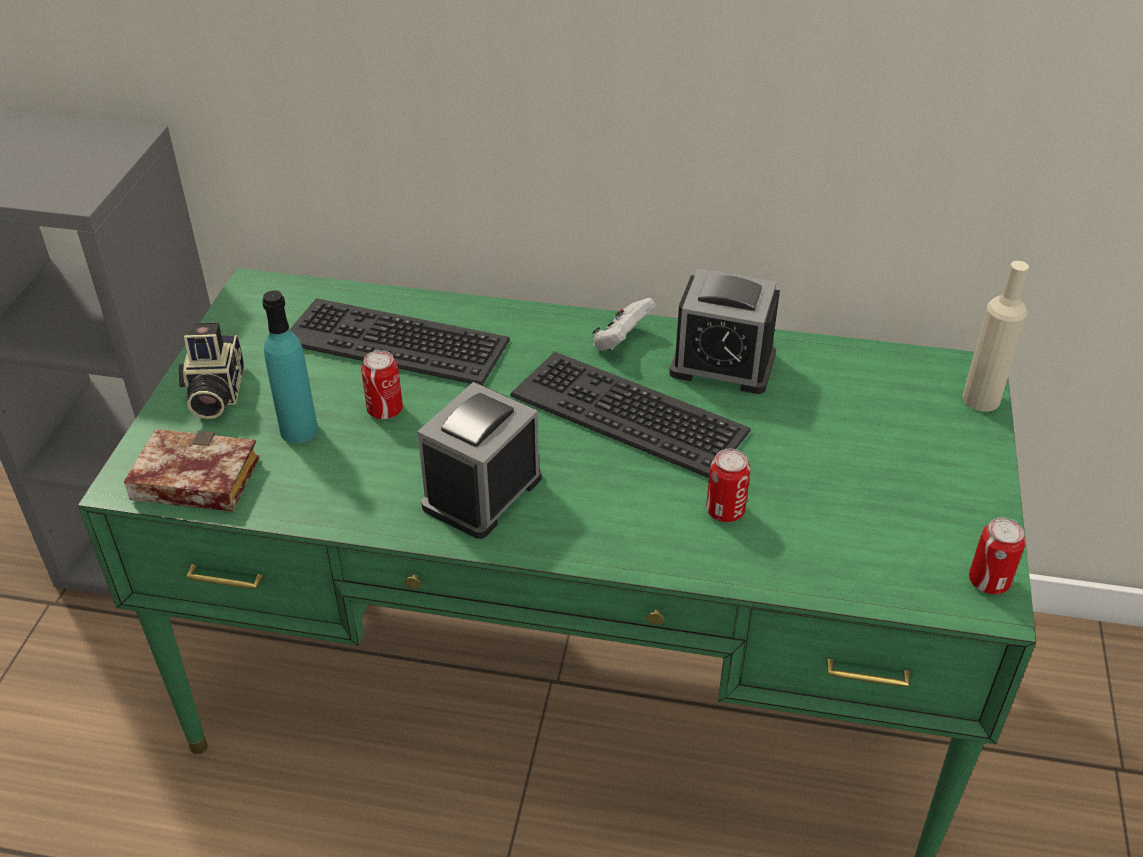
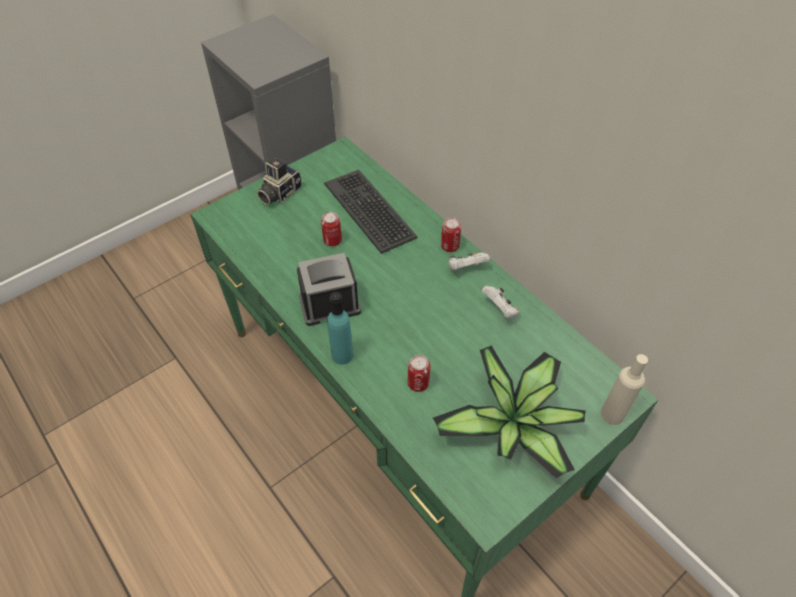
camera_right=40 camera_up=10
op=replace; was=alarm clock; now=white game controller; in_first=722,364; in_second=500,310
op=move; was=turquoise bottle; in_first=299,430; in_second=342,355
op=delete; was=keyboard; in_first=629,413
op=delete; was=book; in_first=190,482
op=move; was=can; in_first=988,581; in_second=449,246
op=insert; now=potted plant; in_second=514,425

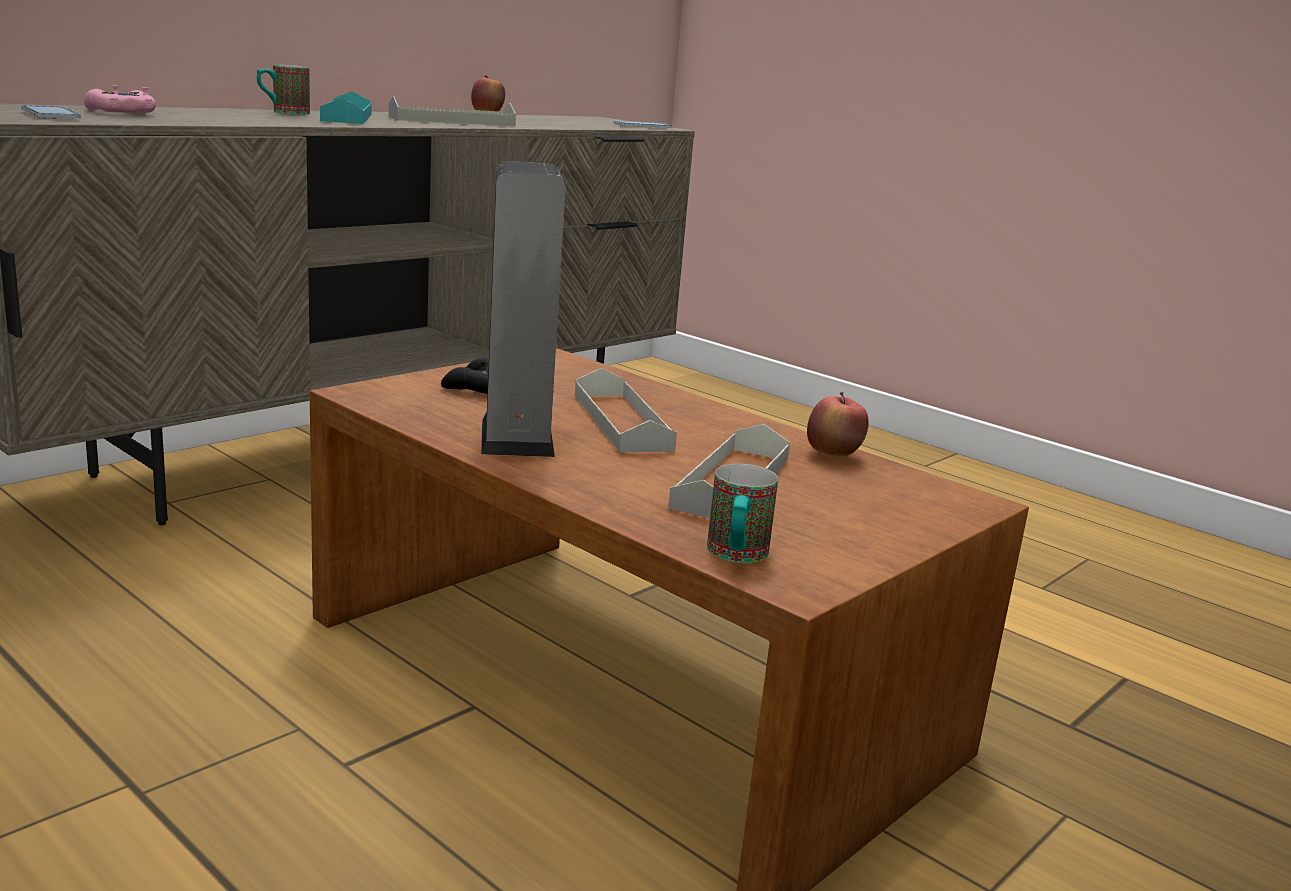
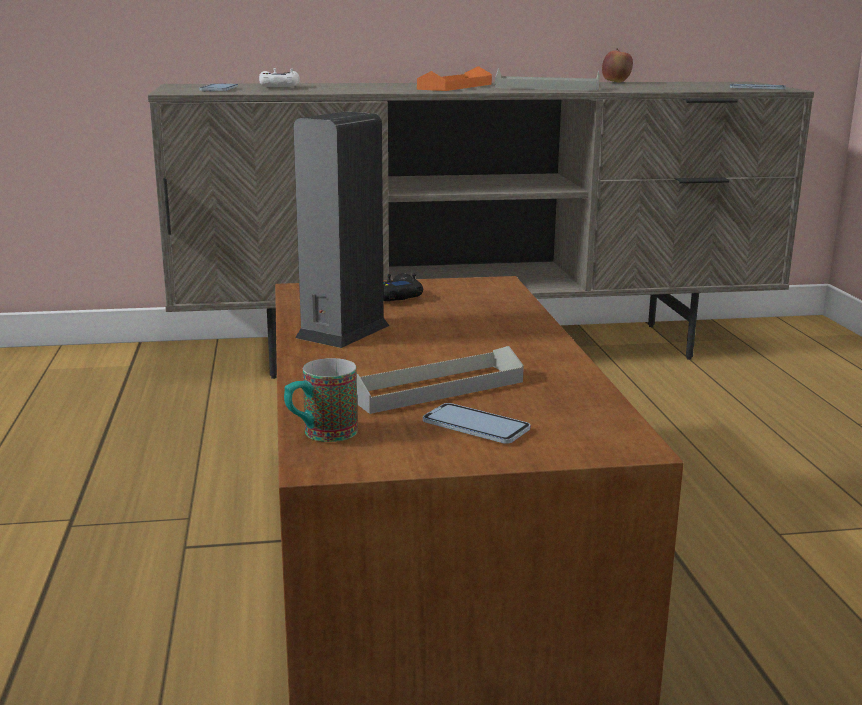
camera_right=40 camera_up=0
op=delete; was=mug; in_first=283,113
op=recolor; was=pink game controller; now=white game controller; in_first=120,112; in_second=279,87
op=recolor; was=turquoise tray; now=orange tray; in_first=347,117; in_second=455,86
op=delete; was=grey tray; in_first=621,421
op=delete; was=apple; in_first=833,455
op=insert; now=phone; in_second=476,426

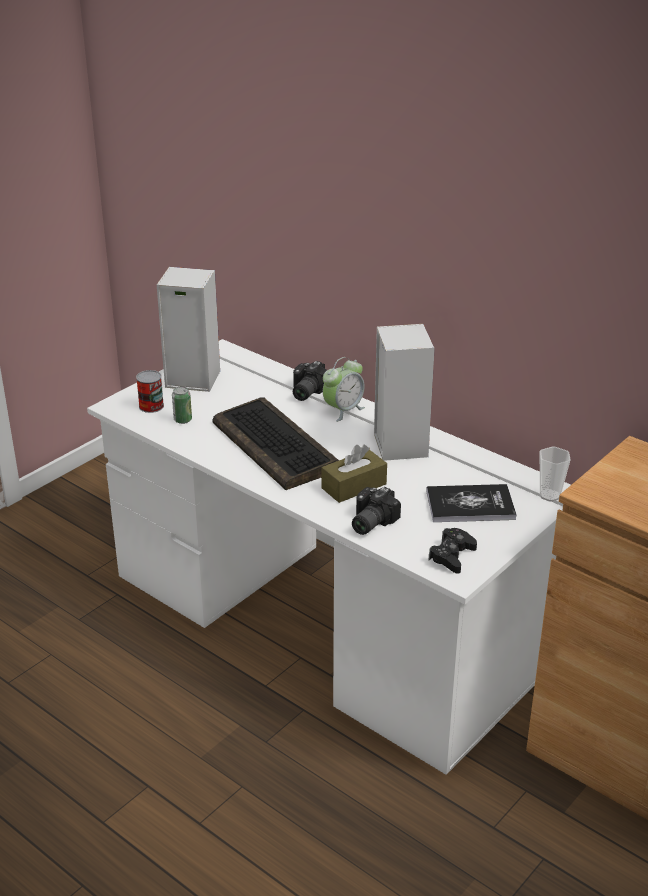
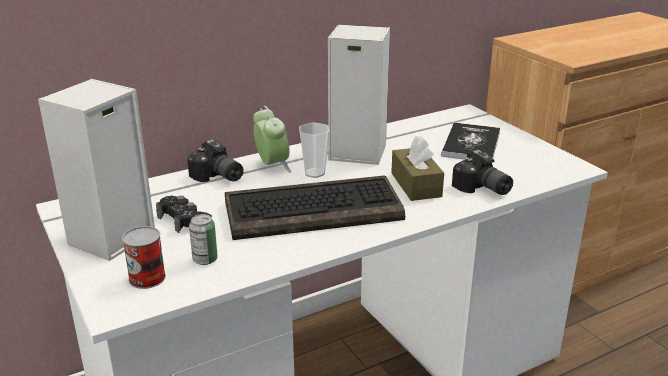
camera_right=-70 camera_up=-5
op=move; was=cup; in_first=549,495; in_second=314,173
op=move; was=black game controller; in_first=452,556; in_second=184,219

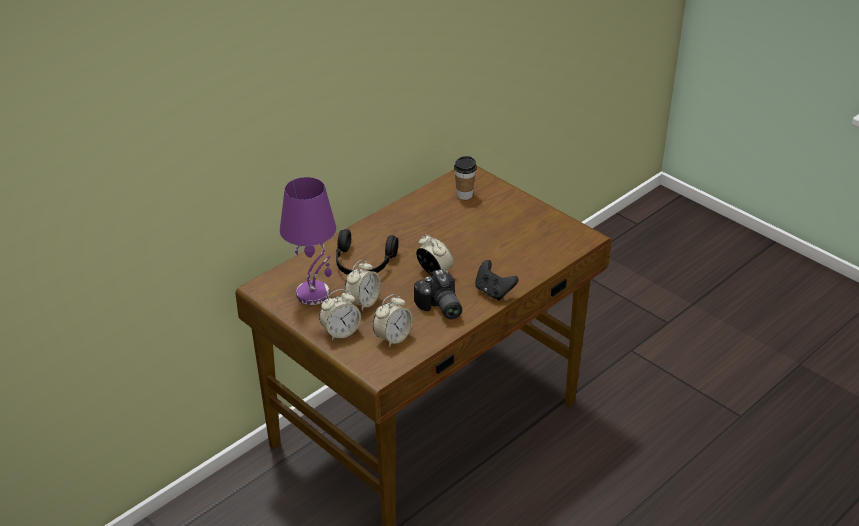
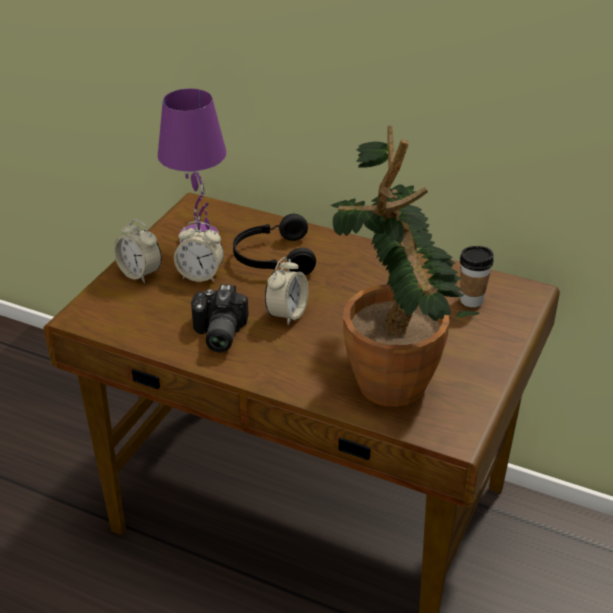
camera_right=70 camera_up=0
op=delete; was=black game controller; in_first=493,291
op=rotate; was=photo camera; in_first=439,308; in_second=217,334; clockwise=-45
op=delete; was=alarm clock; in_first=393,337
op=insert; now=potted plant; in_second=395,371

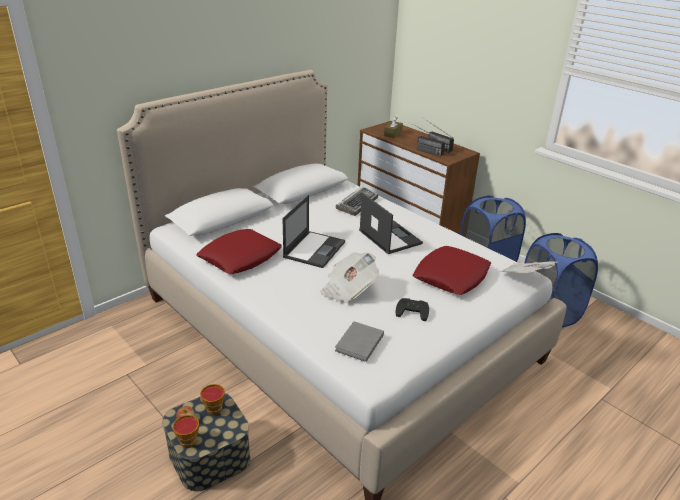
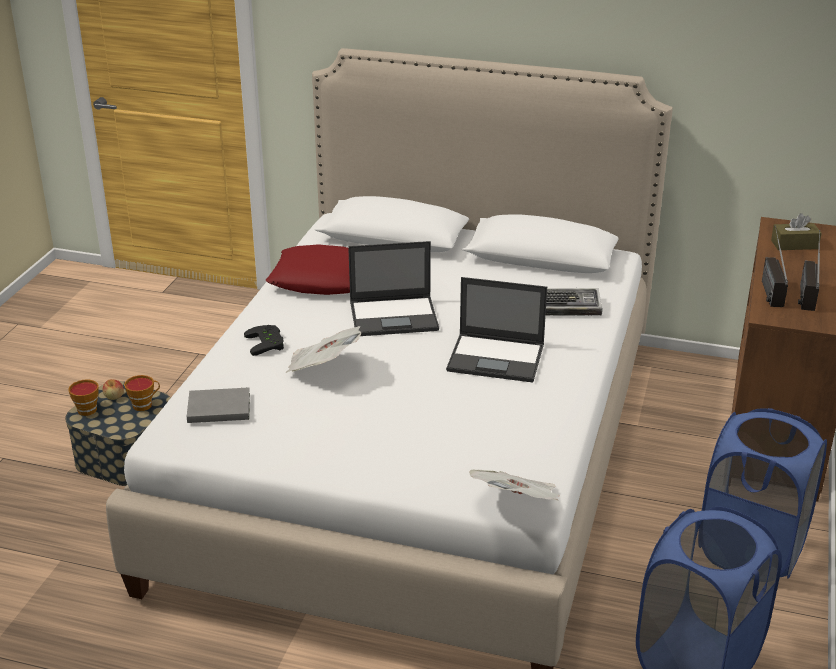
camera_right=60 camera_up=0
op=rotate; was=laptop; in_first=389,237; in_second=497,358; clockwise=75
op=delete; was=red pillow; in_first=451,276
op=move; was=black game controller; in_first=413,310; in_second=268,343

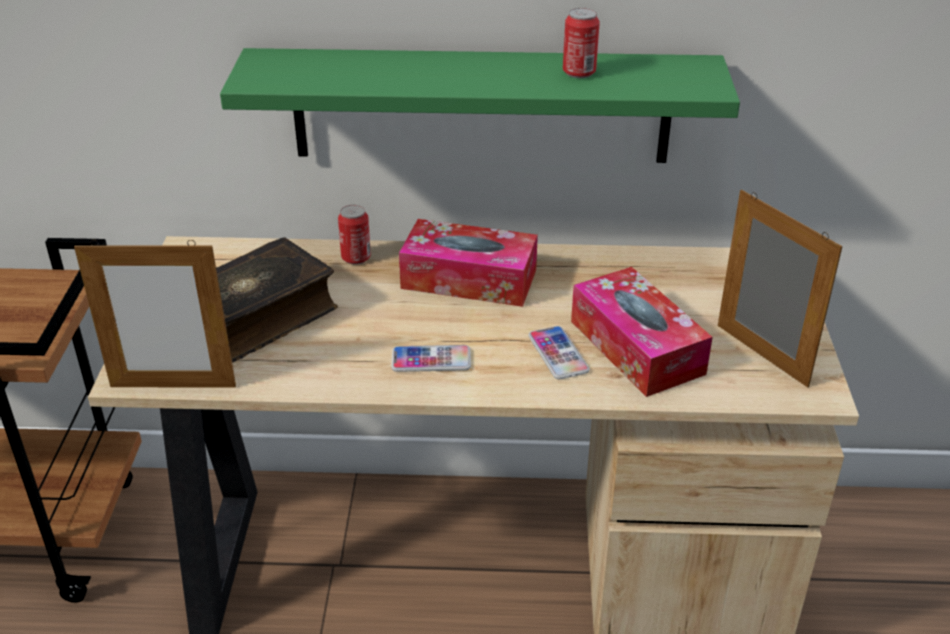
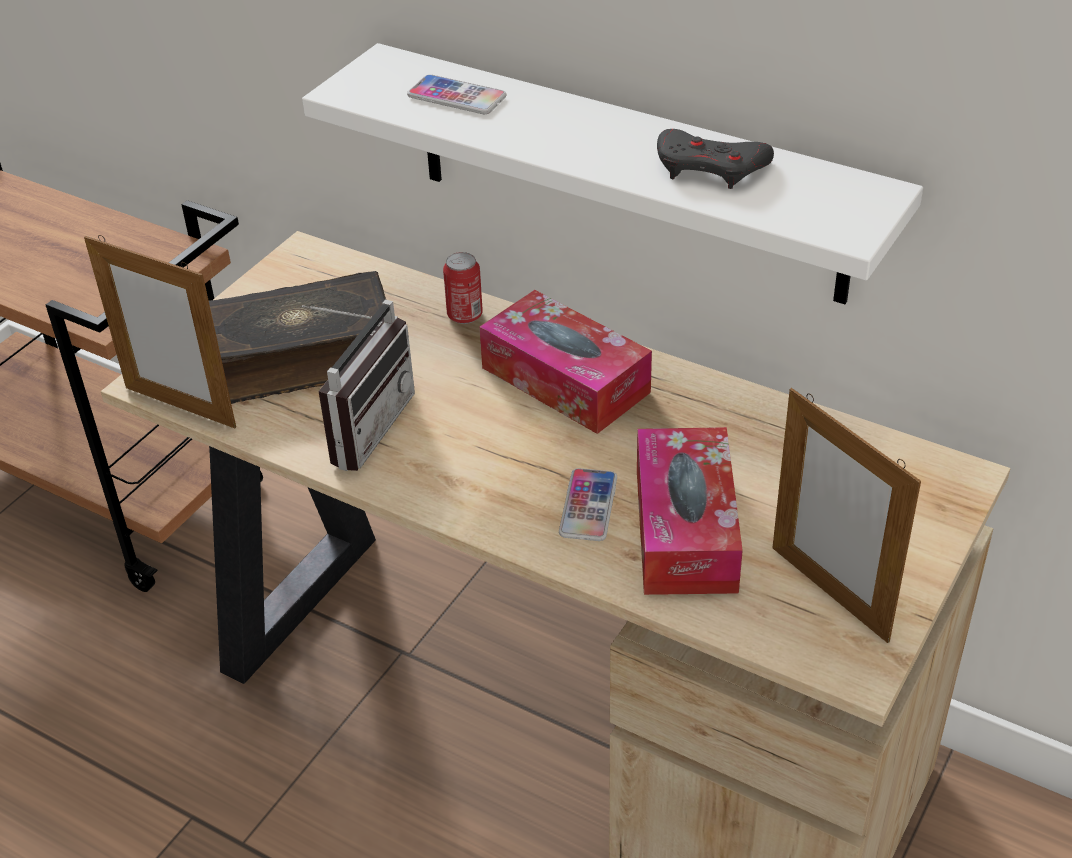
camera_right=30 camera_up=5
op=replace; was=can; now=grey game controller; in_first=579,72; in_second=710,167
op=recolor; was=green shelf; now=white shelf; in_first=481,106; in_second=627,173
op=rotate; was=picture frame; in_first=761,355; in_second=829,593; clockwise=150
op=move; was=phone; in_first=431,360; in_second=456,97
op=insert; now=radio; in_second=360,425

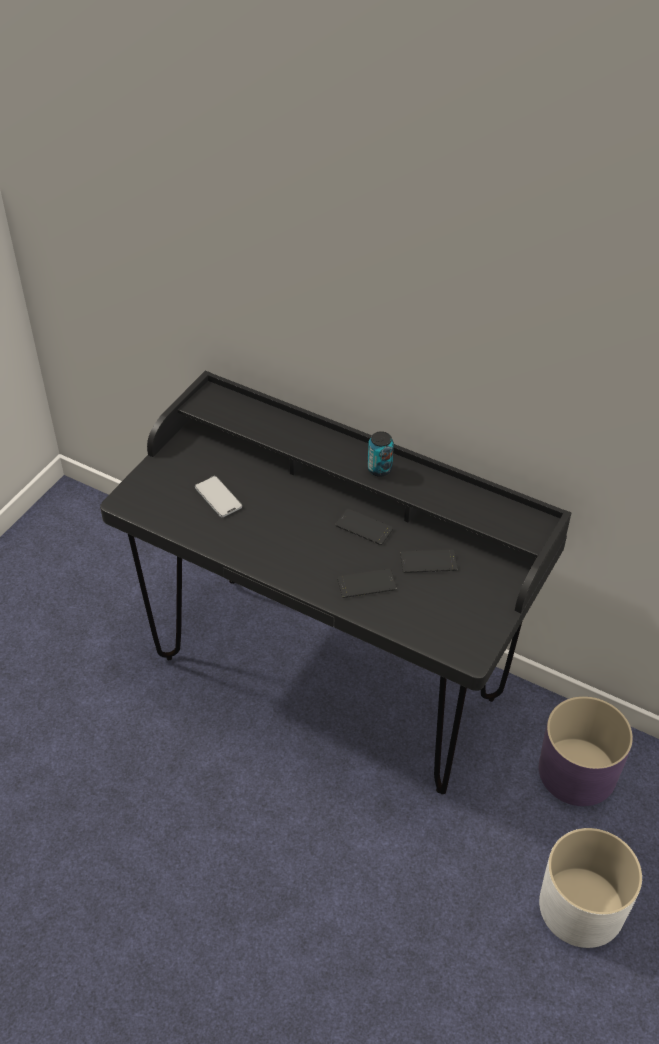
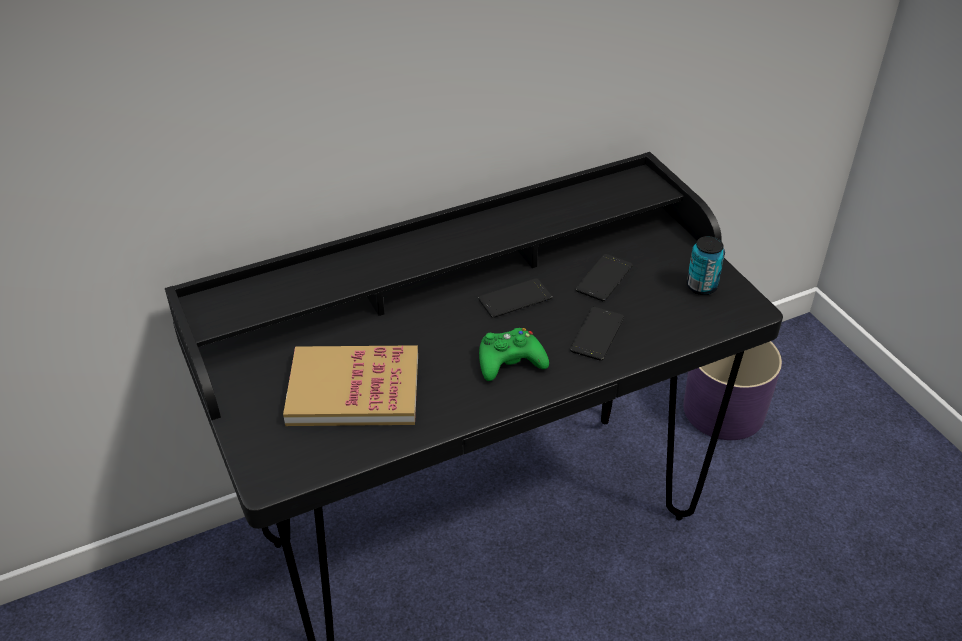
camera_right=-55 camera_up=-5
op=move; was=can; in_first=379,469; in_second=701,286
op=replace; was=phone; now=book; in_first=218,497; in_second=354,389
op=delete; was=white planter; in_first=582,907
op=insert; now=green game controller; in_second=510,361

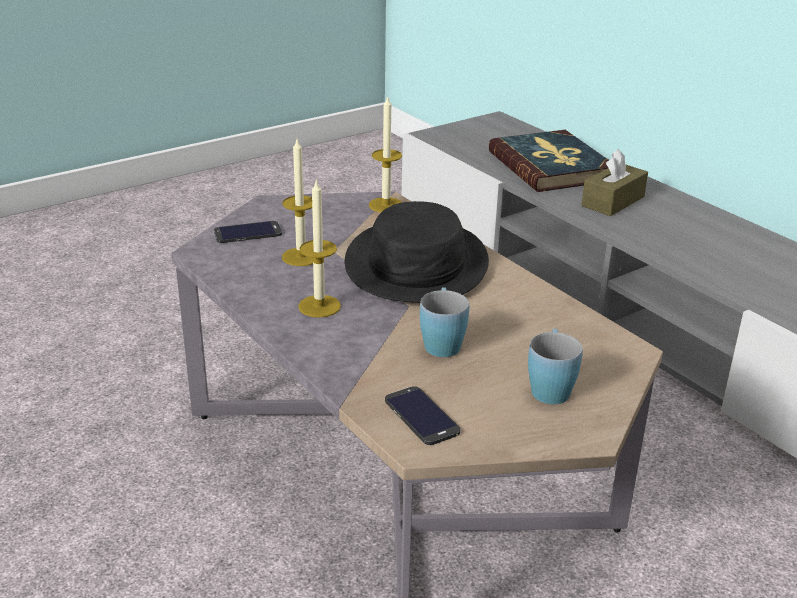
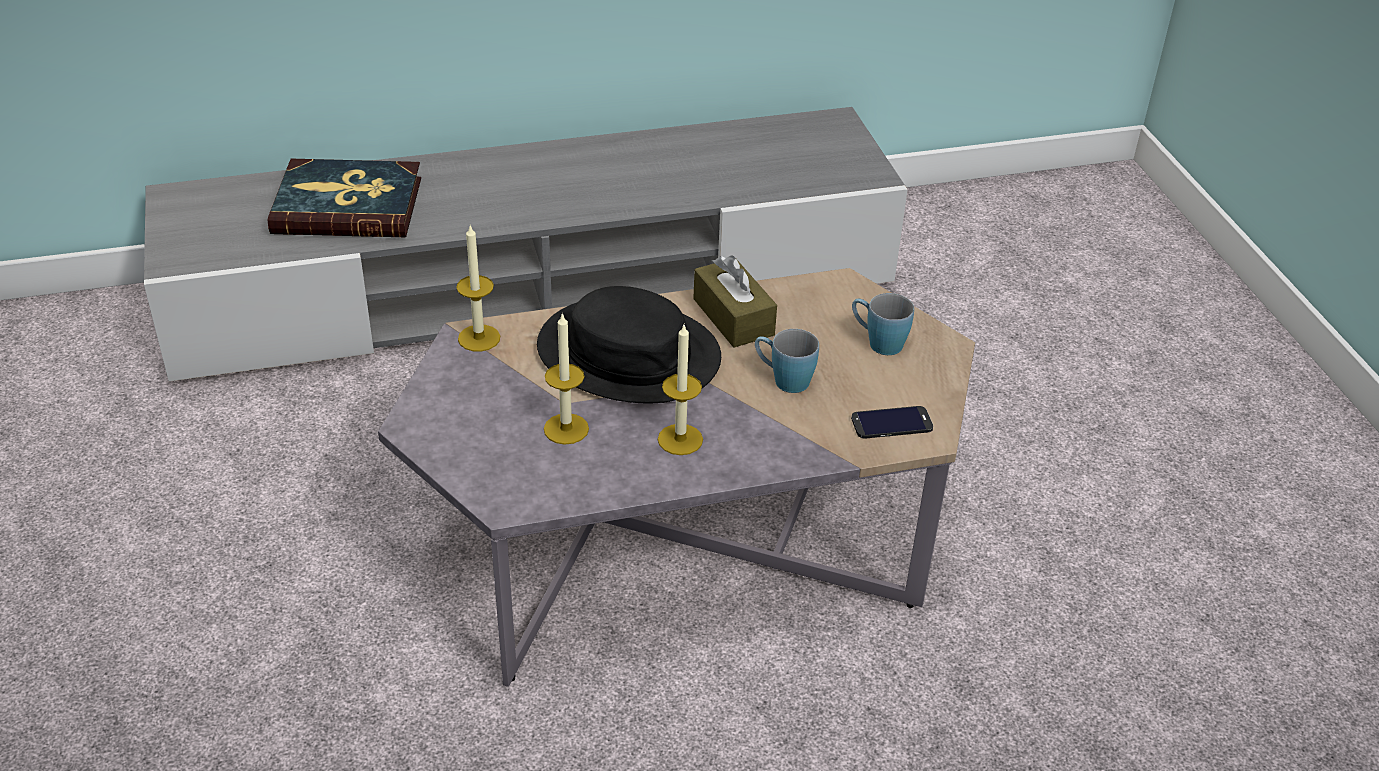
camera_right=-70 camera_up=10
op=move; was=brown tissue box; in_first=613,201; in_second=733,317
op=delete; was=phone; in_first=248,233

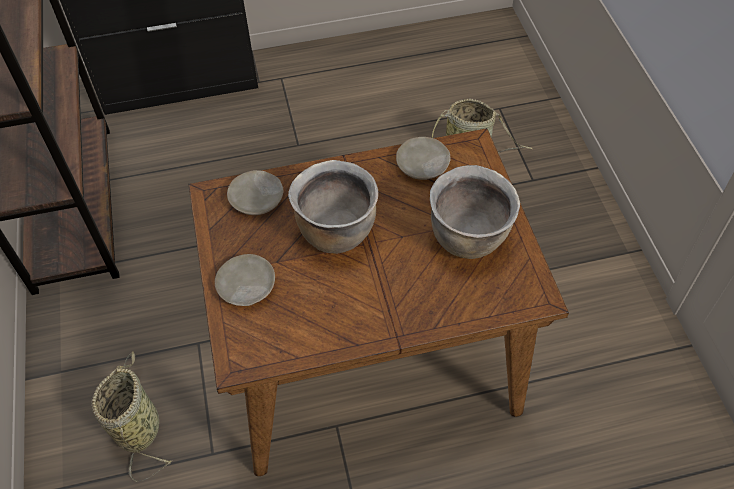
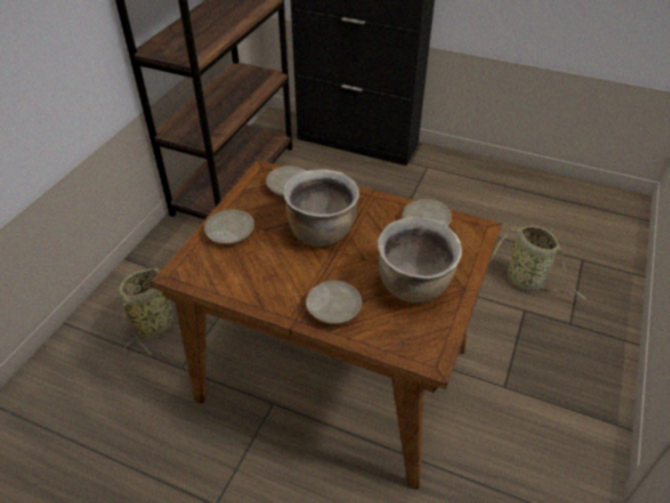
camera_right=35 camera_up=-10
op=insert; now=beige plate; in_second=333,308

